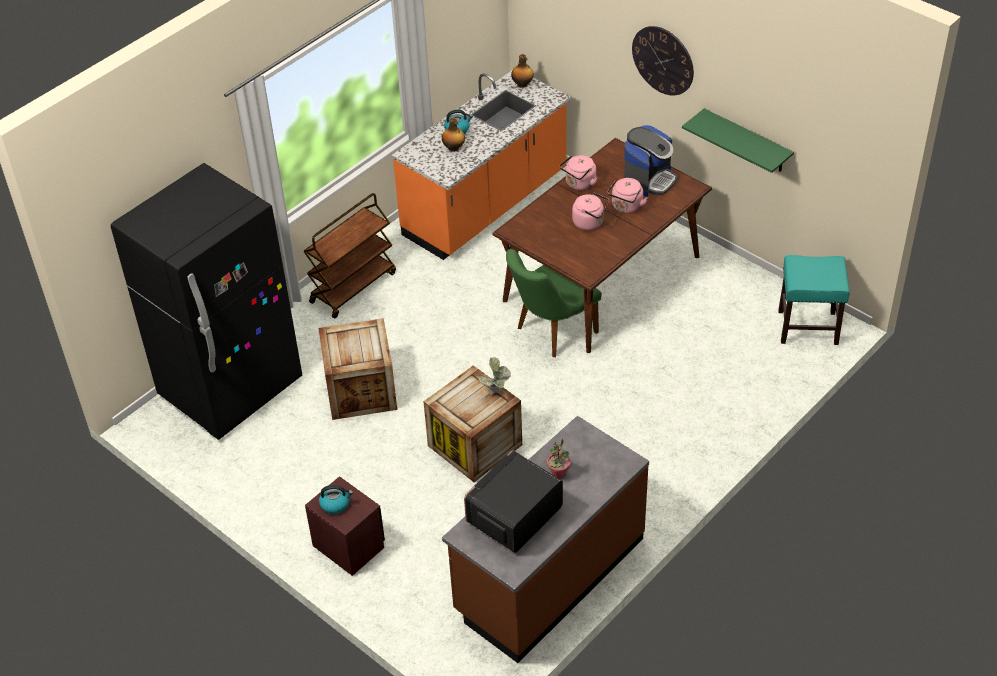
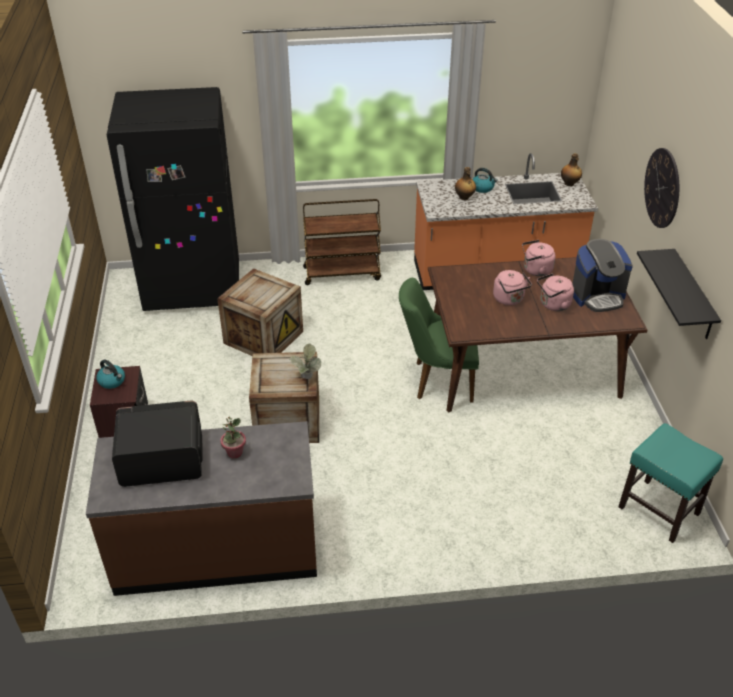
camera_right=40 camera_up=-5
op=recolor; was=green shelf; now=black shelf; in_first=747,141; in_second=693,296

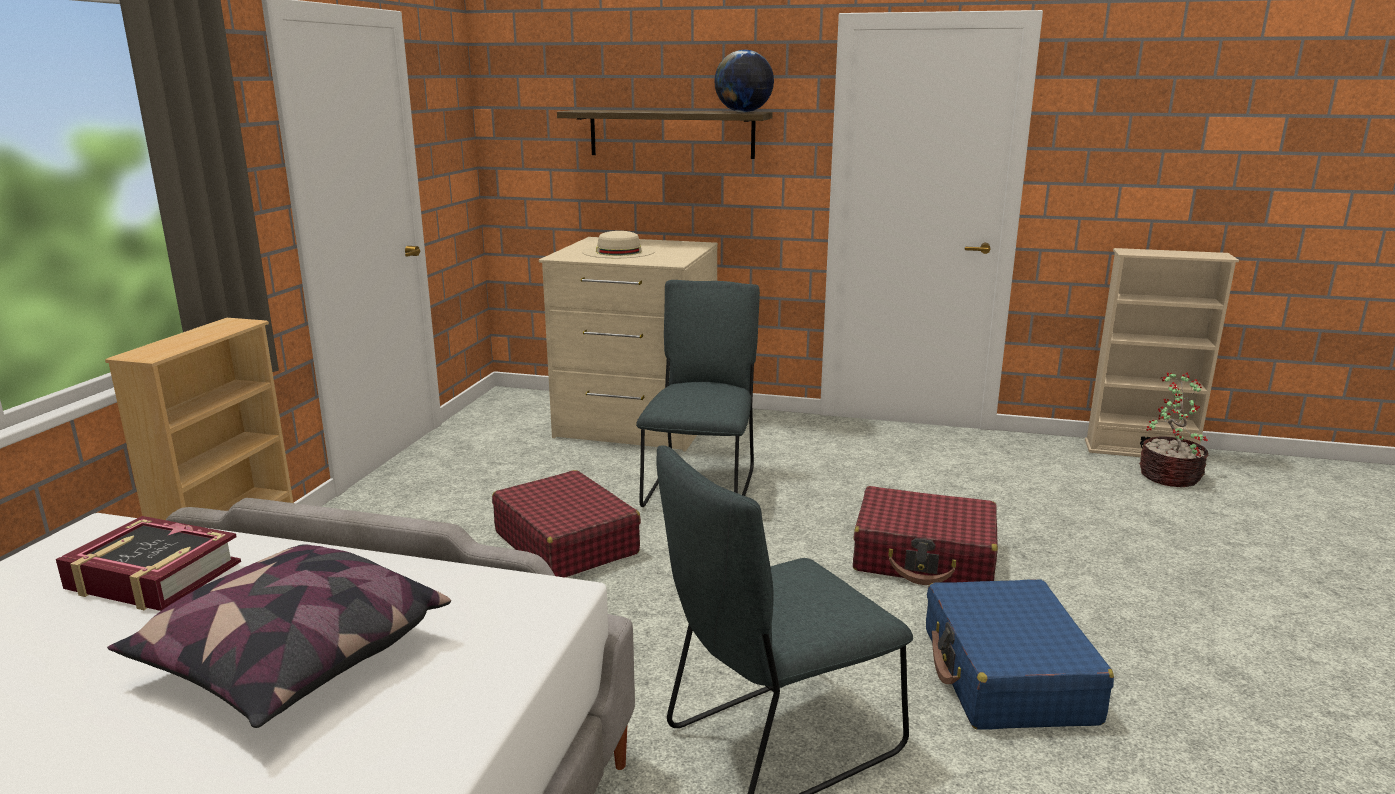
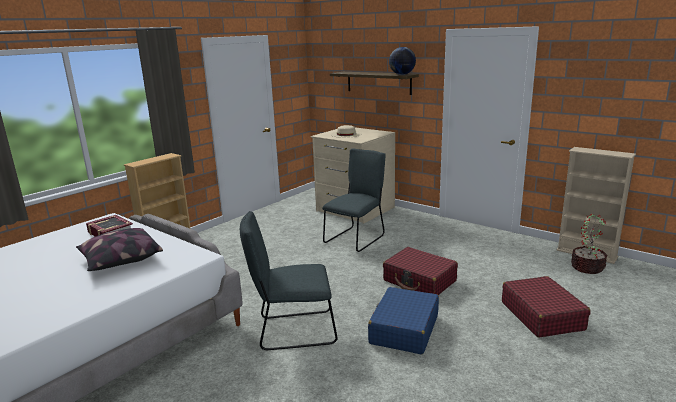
camera_right=25 camera_up=0
op=move; was=red suitcase; in_first=566,542; in_second=541,315

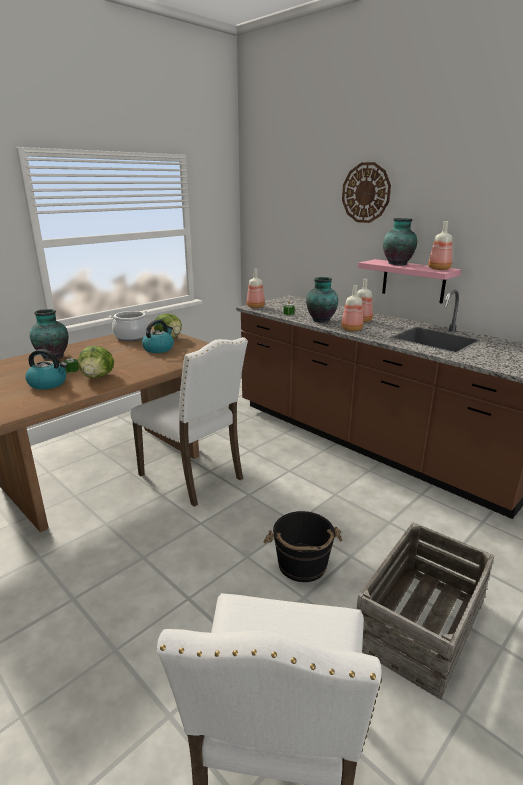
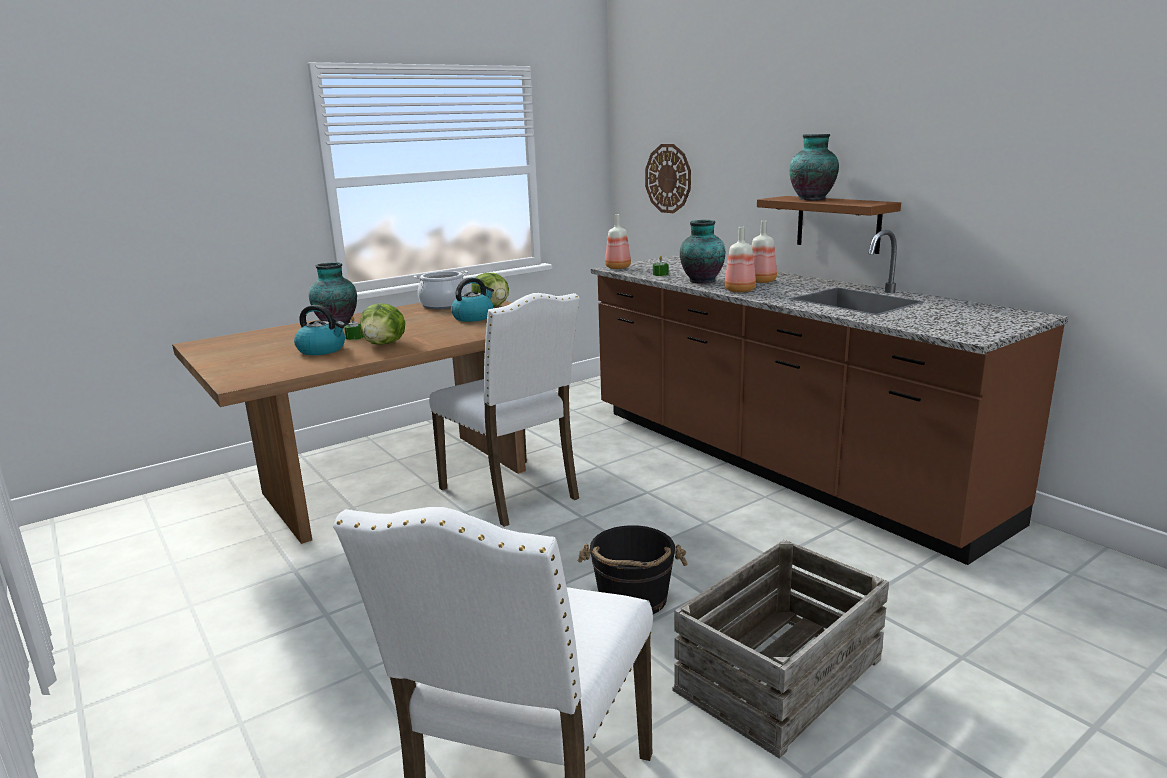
camera_right=10 camera_up=-5
op=move; was=wall clock; in_first=366,193; in_second=668,178
op=delete; was=bottle; in_first=439,269
op=recolor; was=pink shelf; now=brown shelf; in_first=413,281; in_second=838,224

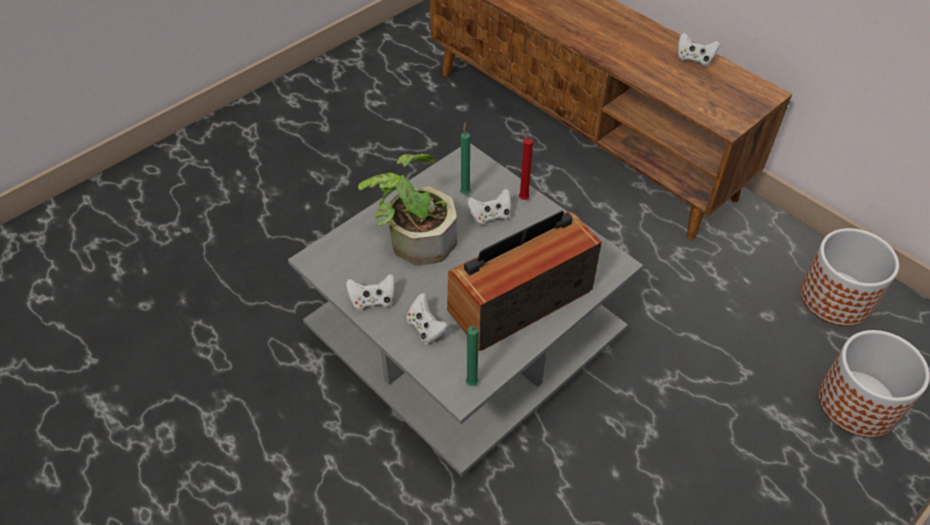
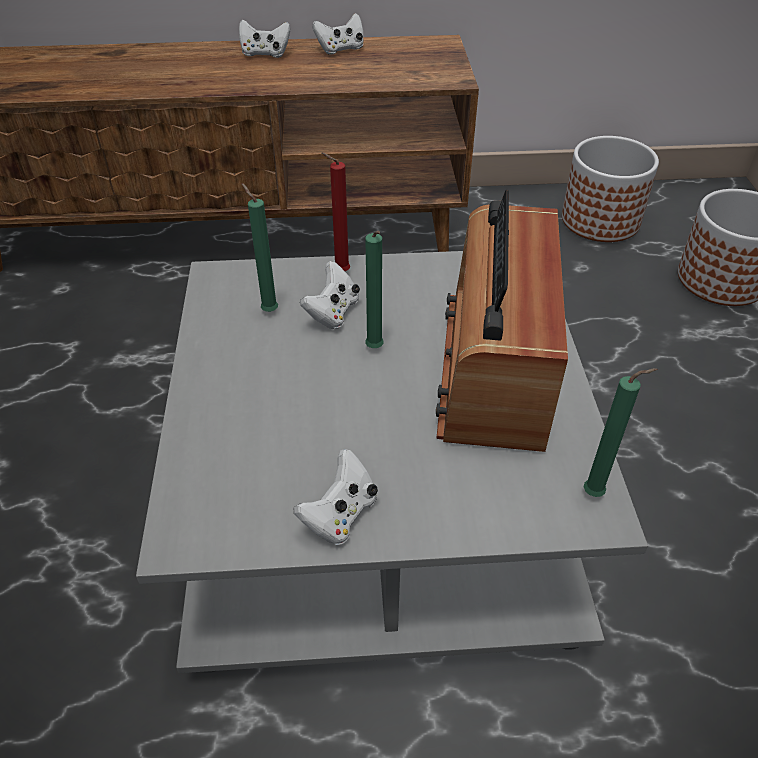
camera_right=-50 camera_up=-5
op=delete; was=potted plant; in_first=414,236
op=move; was=white game controller; in_first=426,328; in_second=265,54
op=insert; now=green candle; in_second=375,350

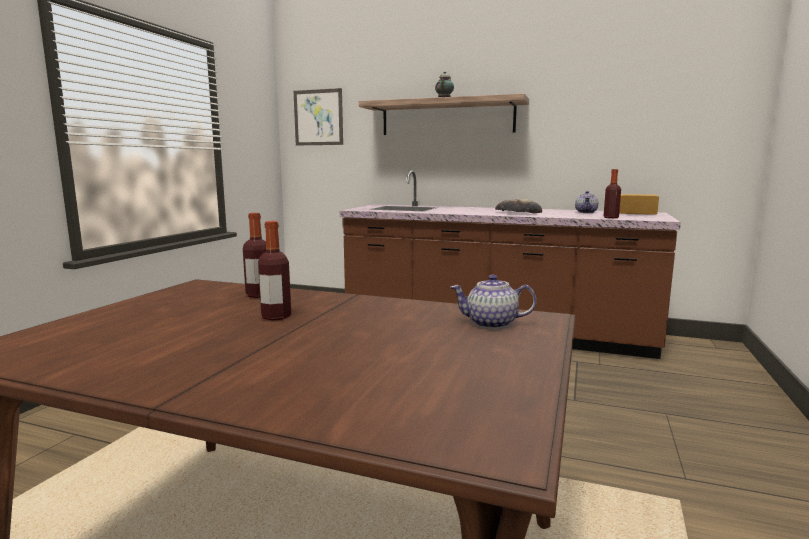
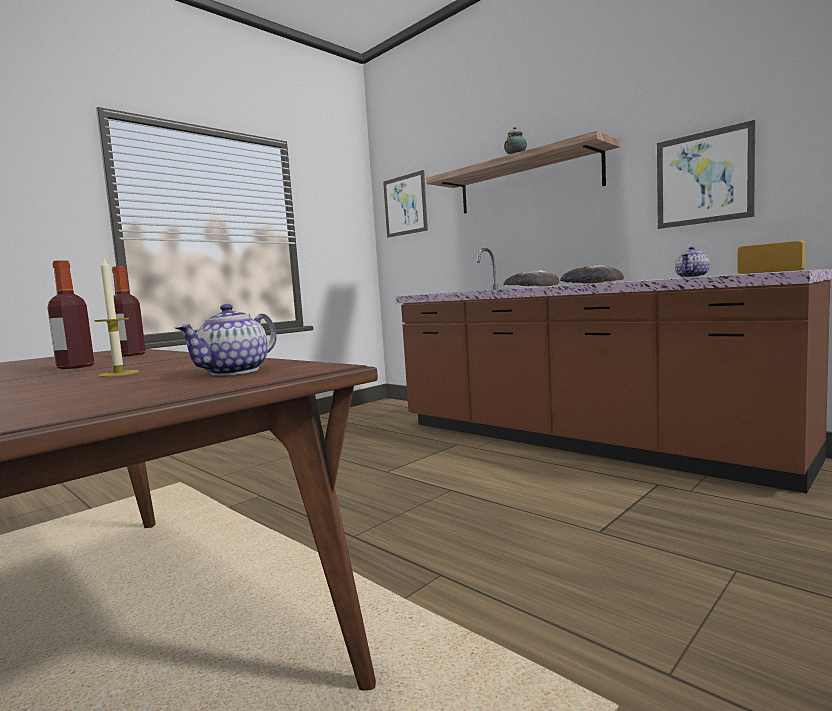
camera_right=25 camera_up=-5
op=delete; was=bottle; in_first=611,217
op=rotate; was=teapot; in_first=491,323; in_second=234,372; clockwise=-90
op=insert; now=picture; in_second=703,178
op=insert; now=candle; in_second=119,374
op=insert; now=bread; in_second=531,287

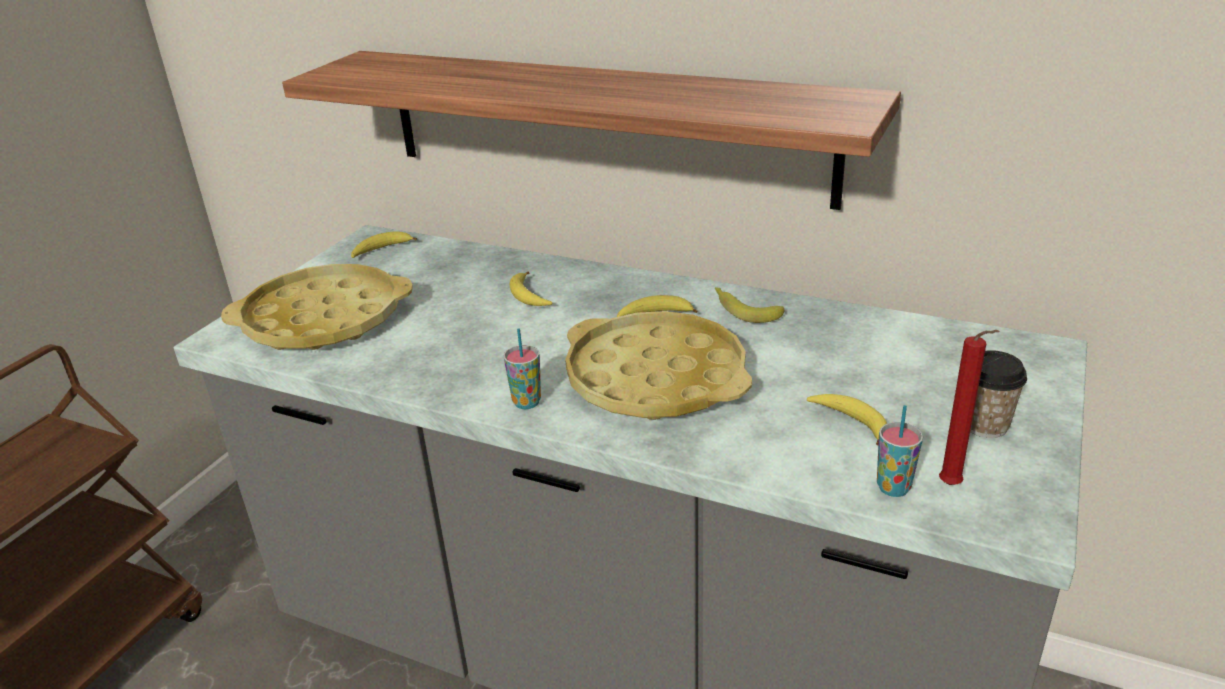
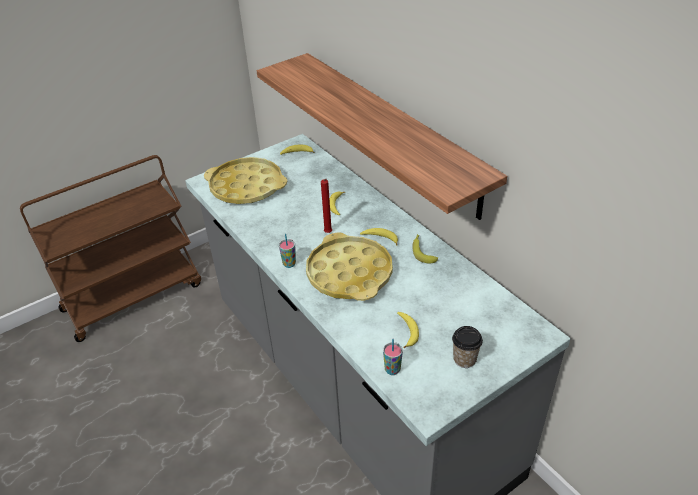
camera_right=30 camera_up=10
op=move; was=red candle; in_first=953,486; in_second=328,233

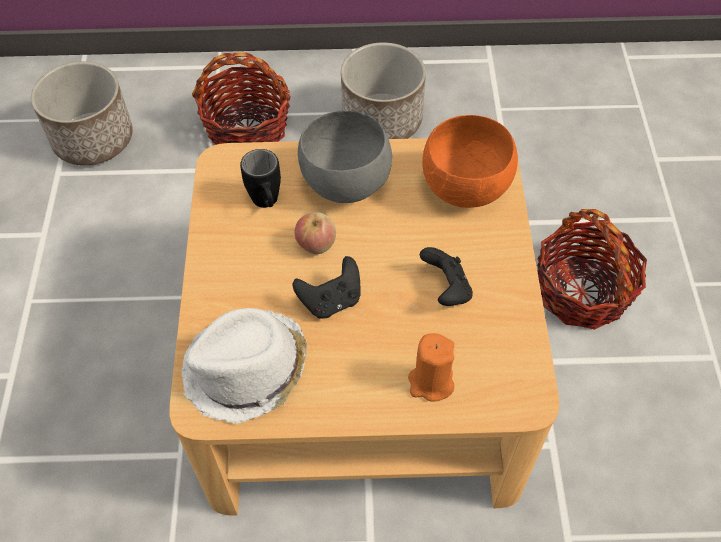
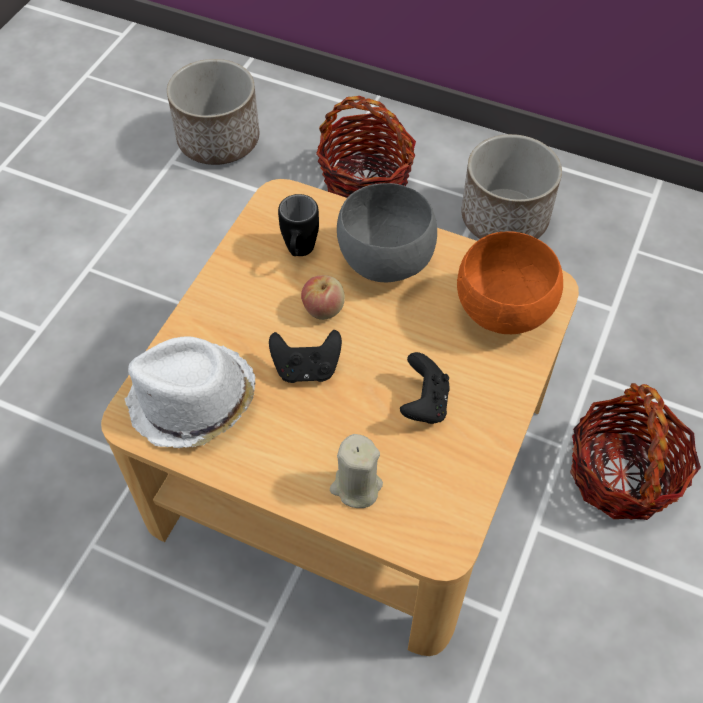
camera_right=25 camera_up=0
op=recolor; was=orange candle; now=beige candle; in_first=430,382; in_second=356,486

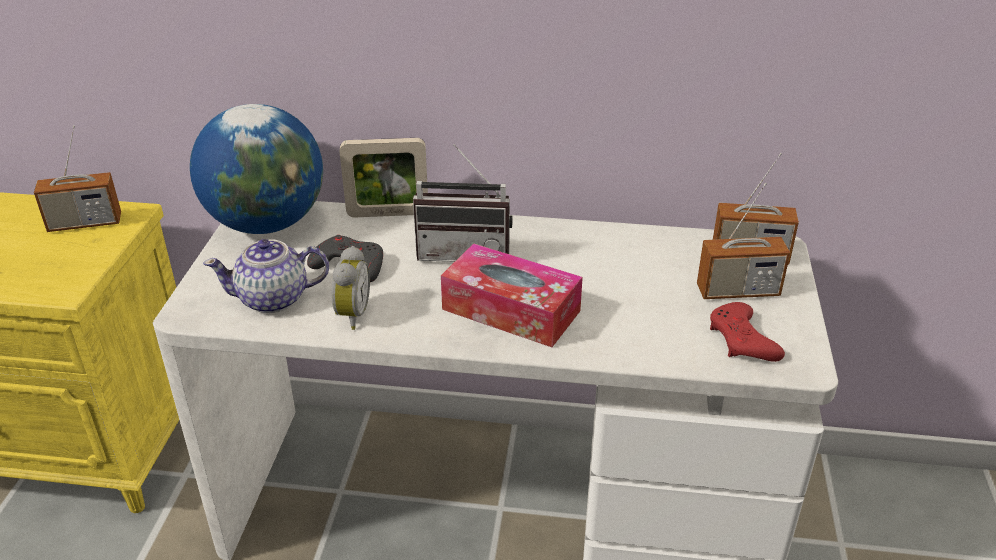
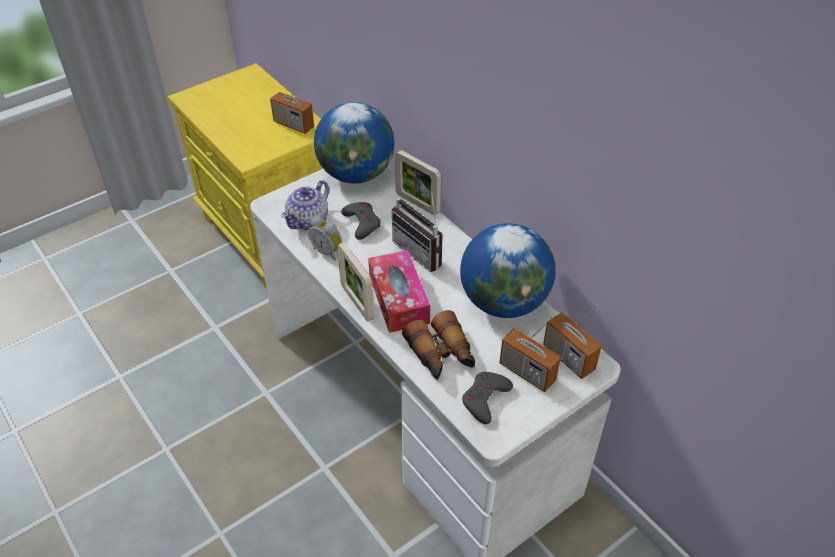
camera_right=45 camera_up=10
op=rotate; was=teapot; in_first=274,299; in_second=309,220; clockwise=-90
op=rotate; was=alarm clock; in_first=350,315; in_second=328,251; clockwise=75
op=recolor; was=red game controller; now=grey game controller; in_first=742,340; in_second=485,399
op=insert; now=globe; in_second=504,302
op=insert; now=picture frame; in_second=357,302
op=insert; now=binoculars; in_second=441,355

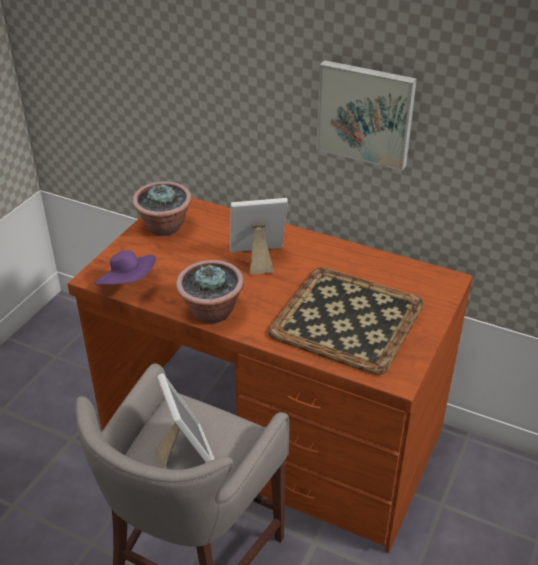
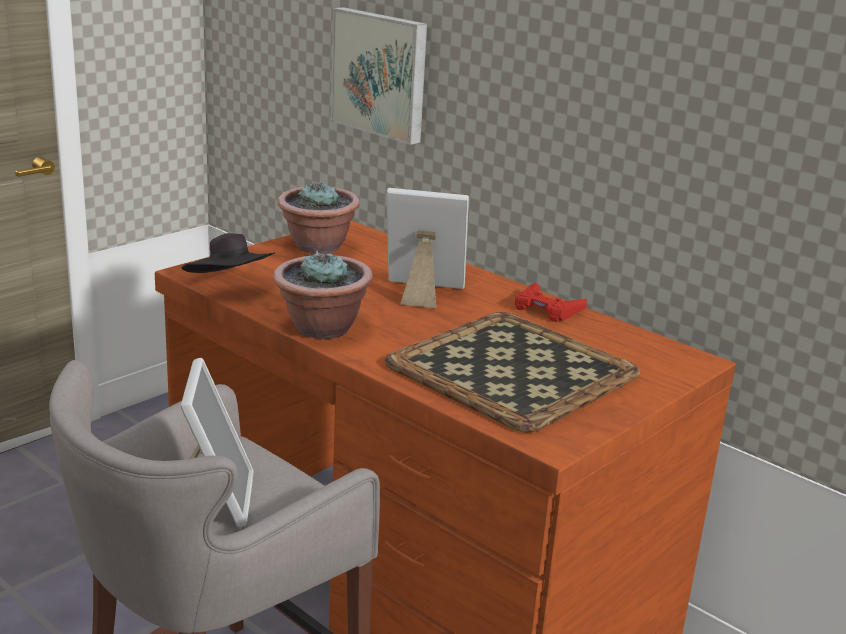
camera_right=15 camera_up=-15
op=move; was=picture; in_first=366,113; in_second=381,74
op=recolor; was=purple hat; now=black hat; in_first=128,284; in_second=230,285
op=insert; now=red game controller; in_second=547,309

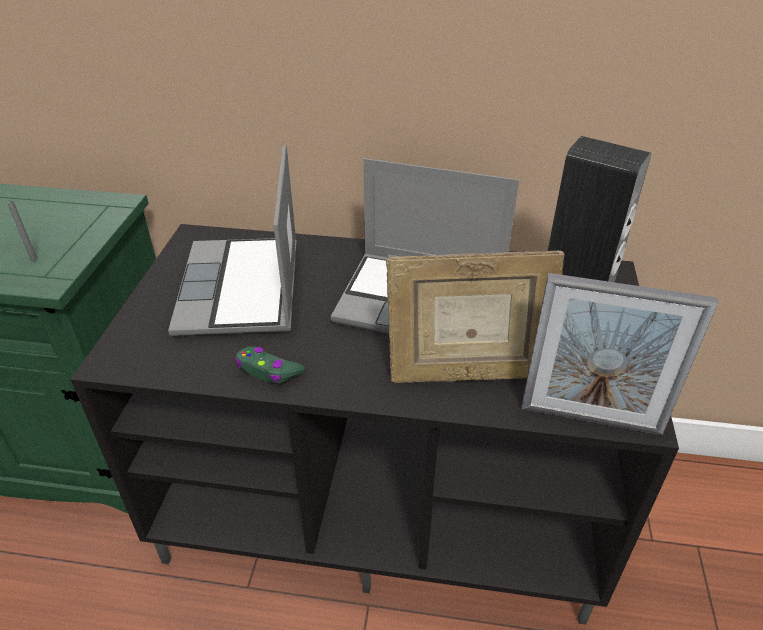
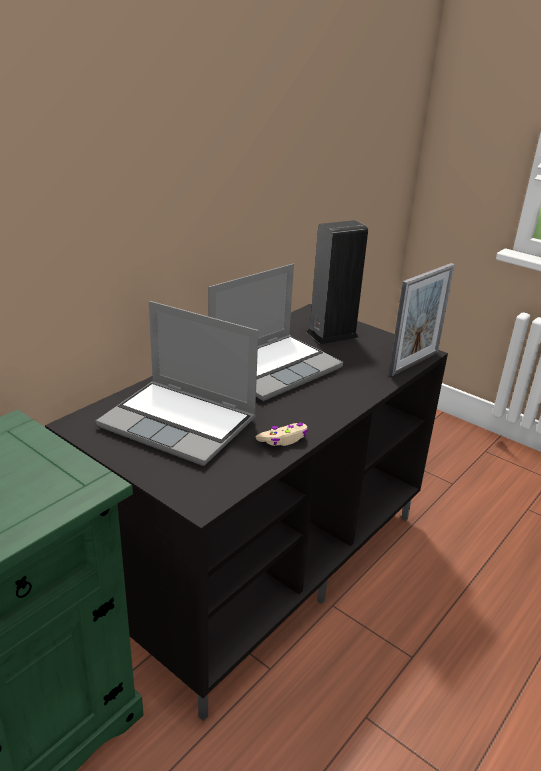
camera_right=-60 camera_up=-10
op=delete; was=grey candle; in_first=33,259
op=delete; was=picture frame; in_first=466,374
op=recolor; was=green game controller; now=beige game controller; in_first=268,371; in_second=283,439

